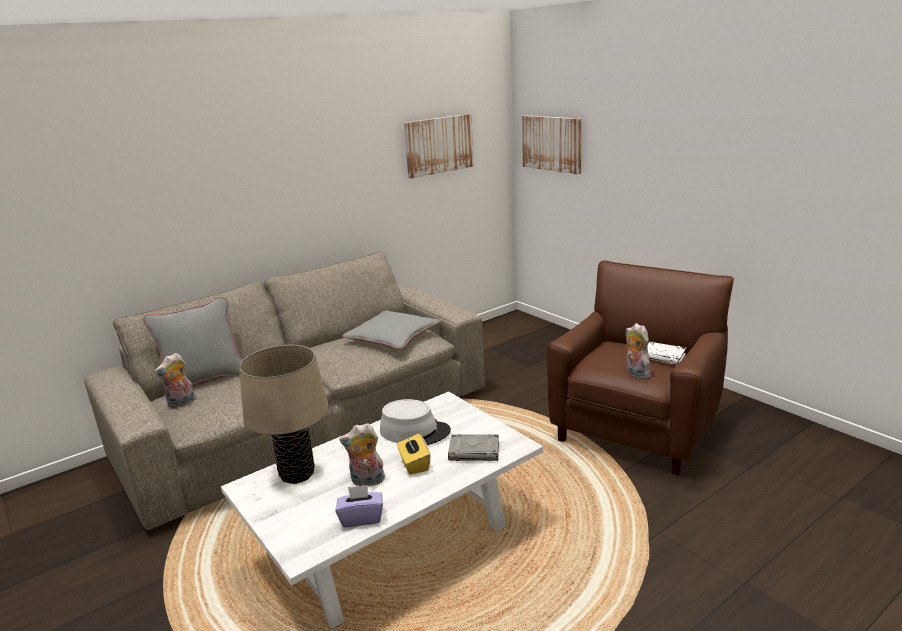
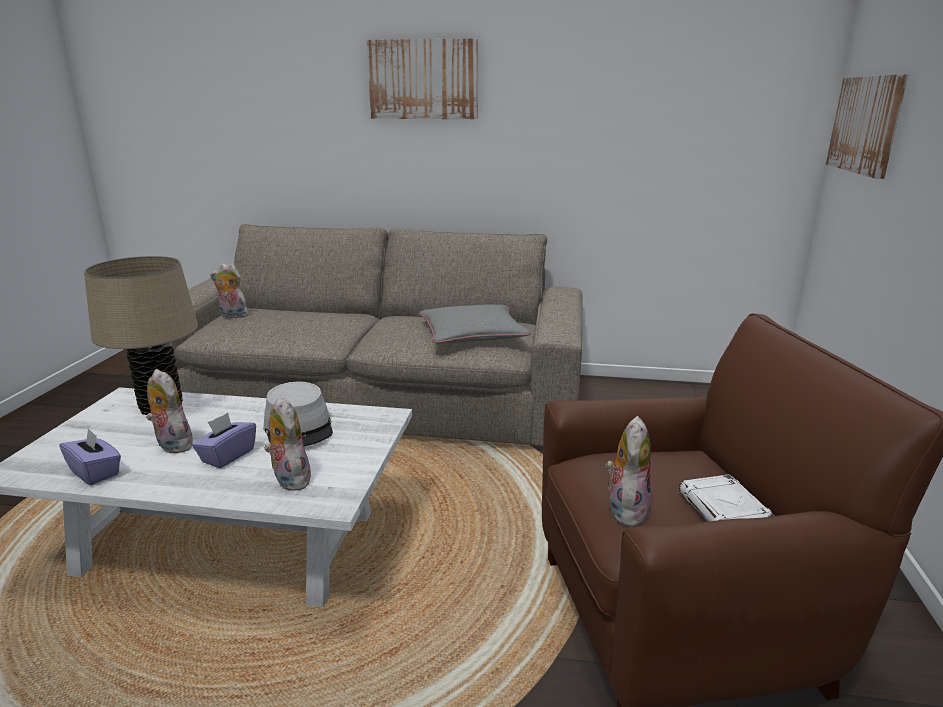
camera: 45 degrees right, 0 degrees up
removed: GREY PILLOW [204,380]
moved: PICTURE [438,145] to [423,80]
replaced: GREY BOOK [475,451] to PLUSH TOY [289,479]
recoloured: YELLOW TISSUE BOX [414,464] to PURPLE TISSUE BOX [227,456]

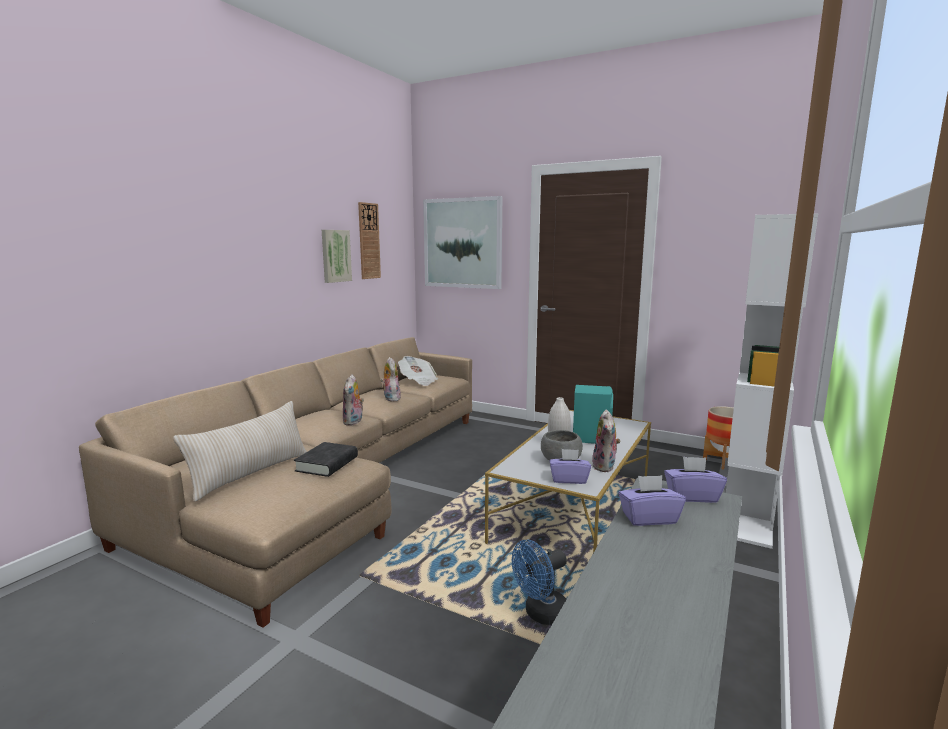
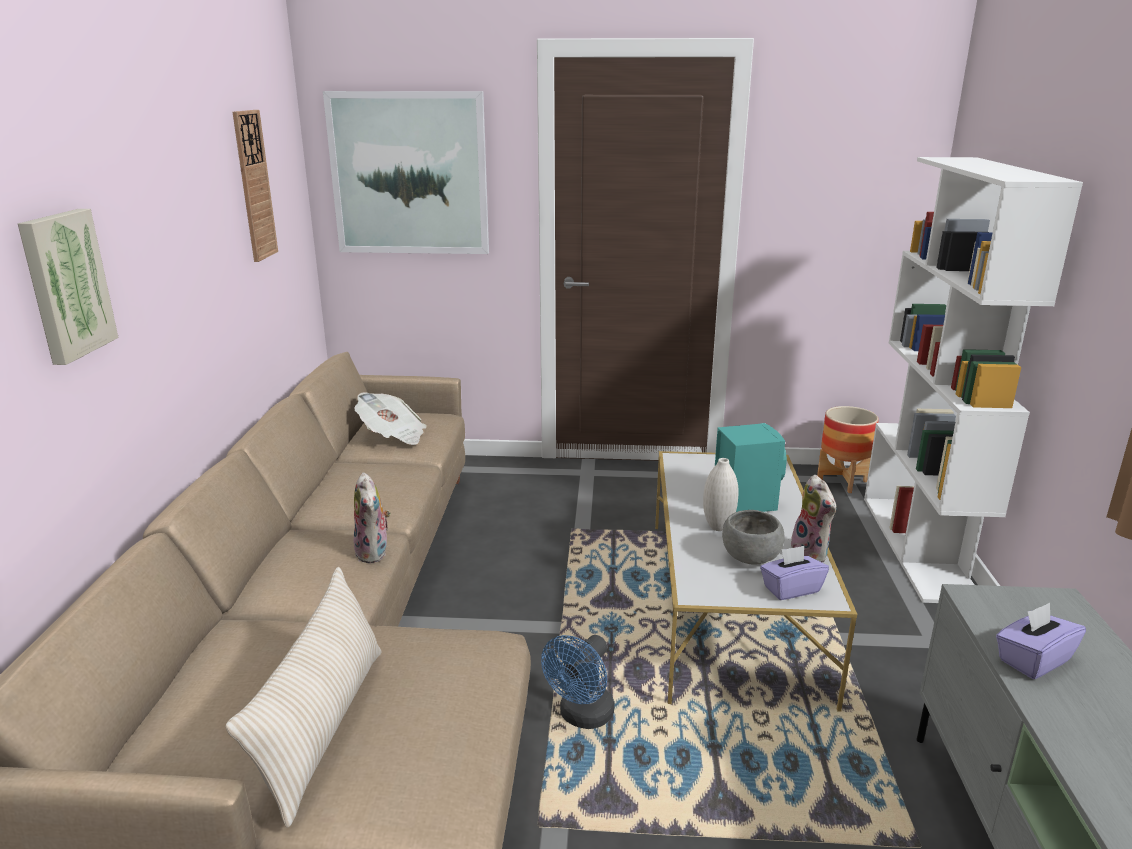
camera: 25 degrees left, 10 degrees up
removed: BLACK BOOK [327,464]; PLUSH TOY [390,398]; PURPLE TISSUE BOX [692,496]
moved: PICTURE [335,256] to [65,285]; BLUE FAN [541,614] to [582,717]

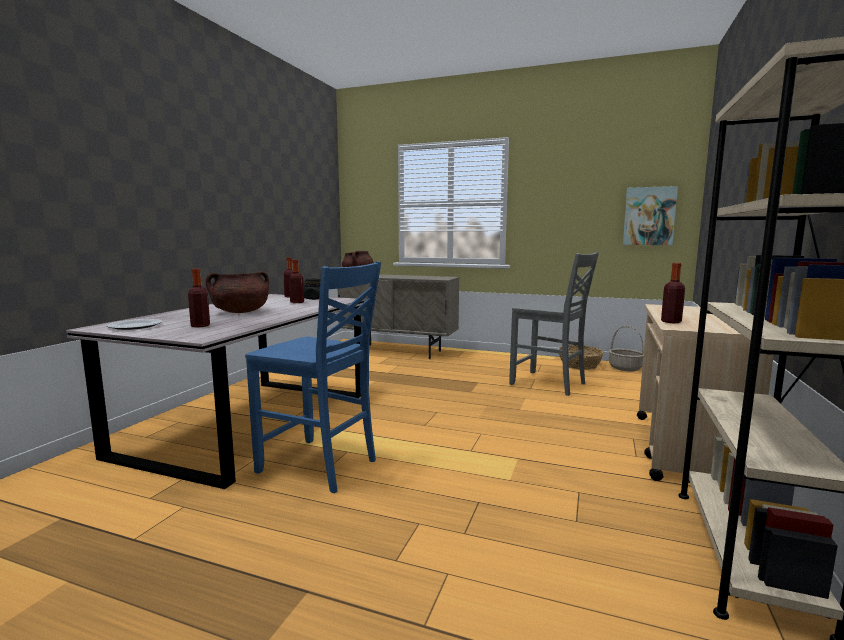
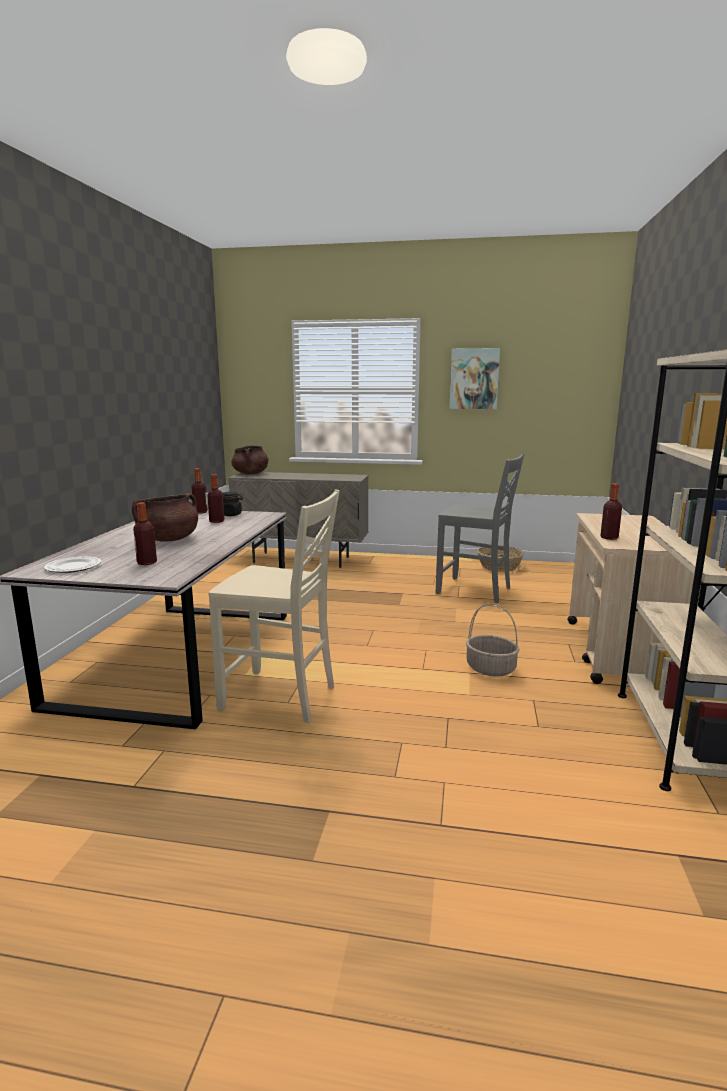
camera: 10 degrees left, 5 degrees up
moved: BASKET [625,368] to [491,668]; PICTURE [649,216] to [474,379]
recoloured: BLUE CHAIR [320,466] to BEIGE CHAIR [281,697]

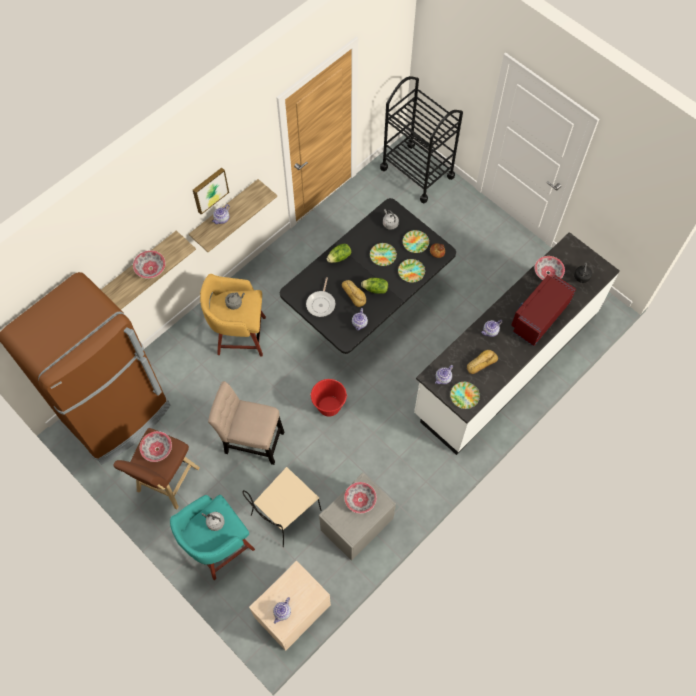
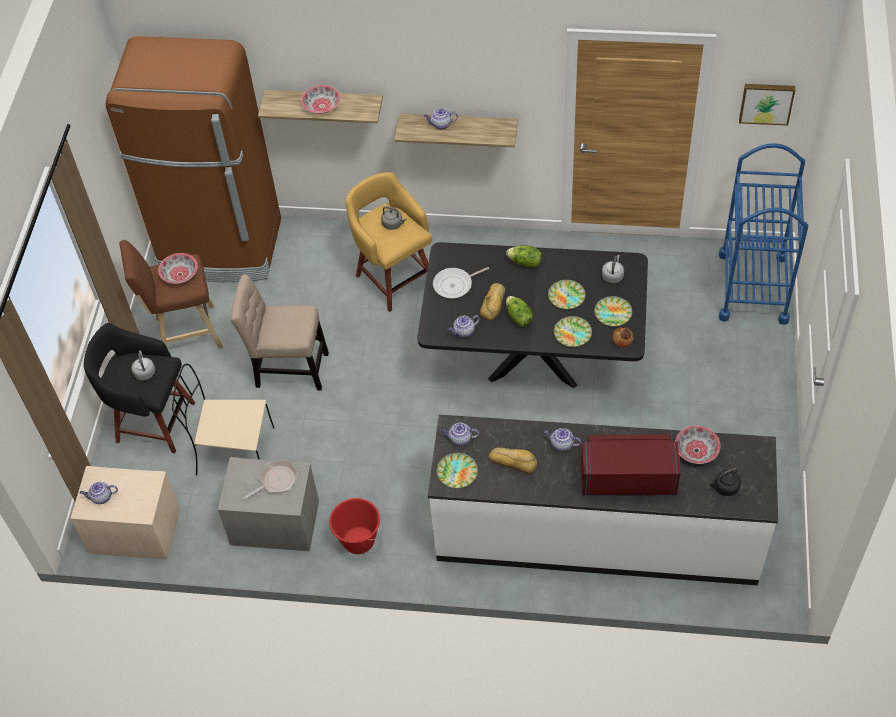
camera: 55 degrees right, 10 degrees down
moved: PICTURE [209,189] to [766,102]; RED BUCKET [329,406] to [358,540]
replaced: BOWL [360,500] to FRYING PAN [276,481]
recoloured: TURQUOISE STOOL [218,546] to BLACK STOOL [153,421]; BLACK CART [417,172] to BLUE CART [753,287]
turned: BEIGE CHAIR [251,441] = [288,368] 60 degrees counterclockwise

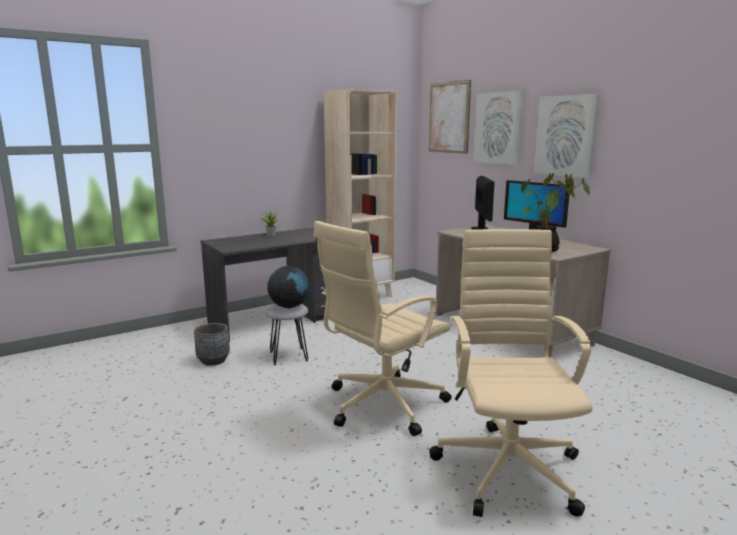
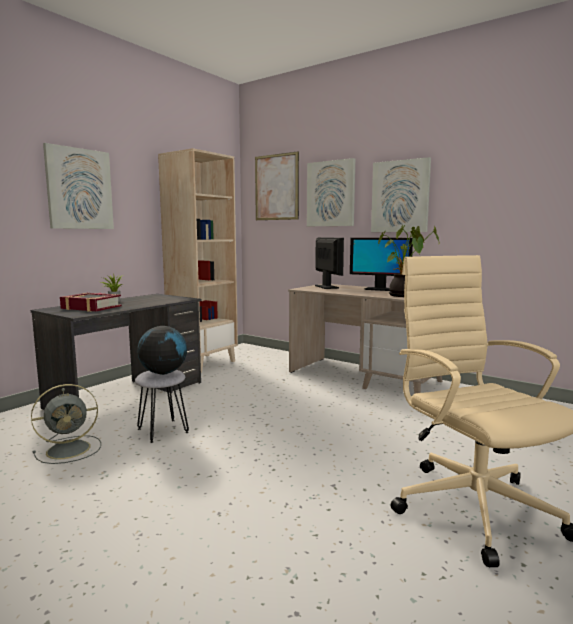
camera: 20 degrees left, 5 degrees down
removed: BEIGE OFFICE CHAIR [382,405]
added: PICTURE [79,189]; BOOK [91,307]
replaced: GREY PLANTER [213,360] to GREY FAN [70,449]

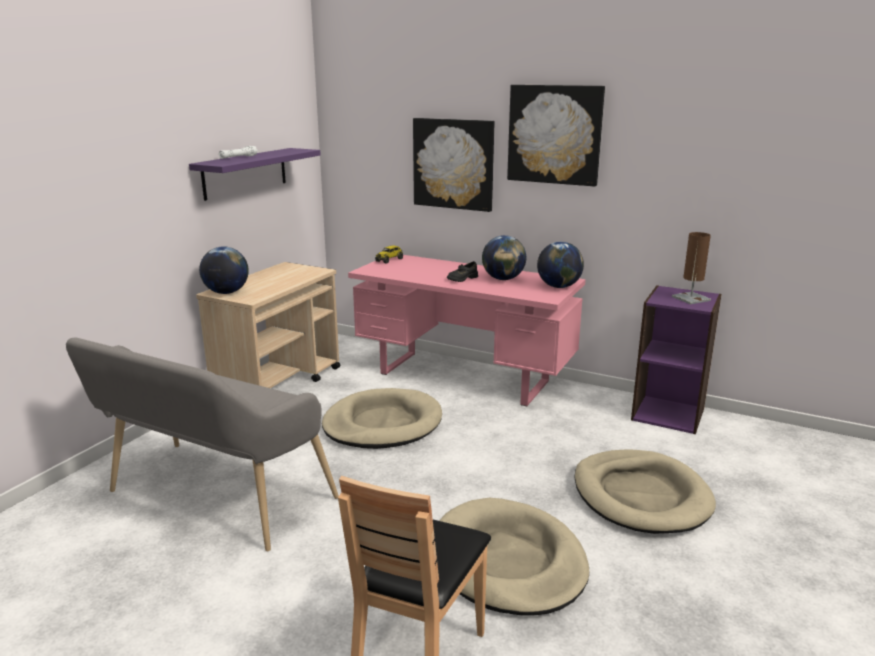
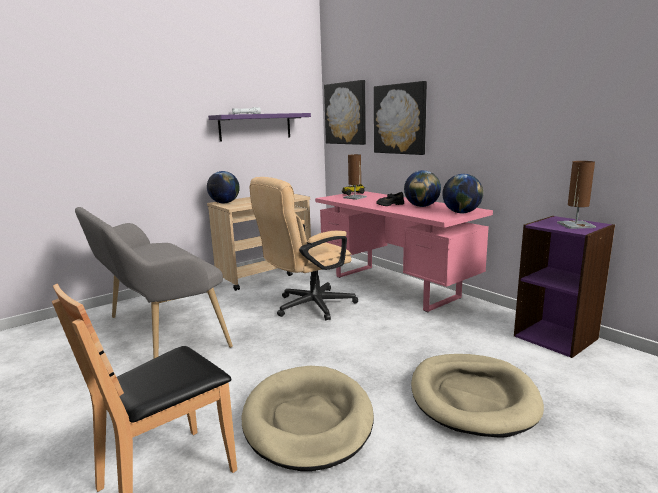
camera: 25 degrees right, 5 degrees down
added: BROWN TABLE LAMP [355,197]
moved: PICTURE [554,134] to [345,113]
replaced: BEIGE DOG BED [382,424] to BEIGE OFFICE CHAIR [307,307]

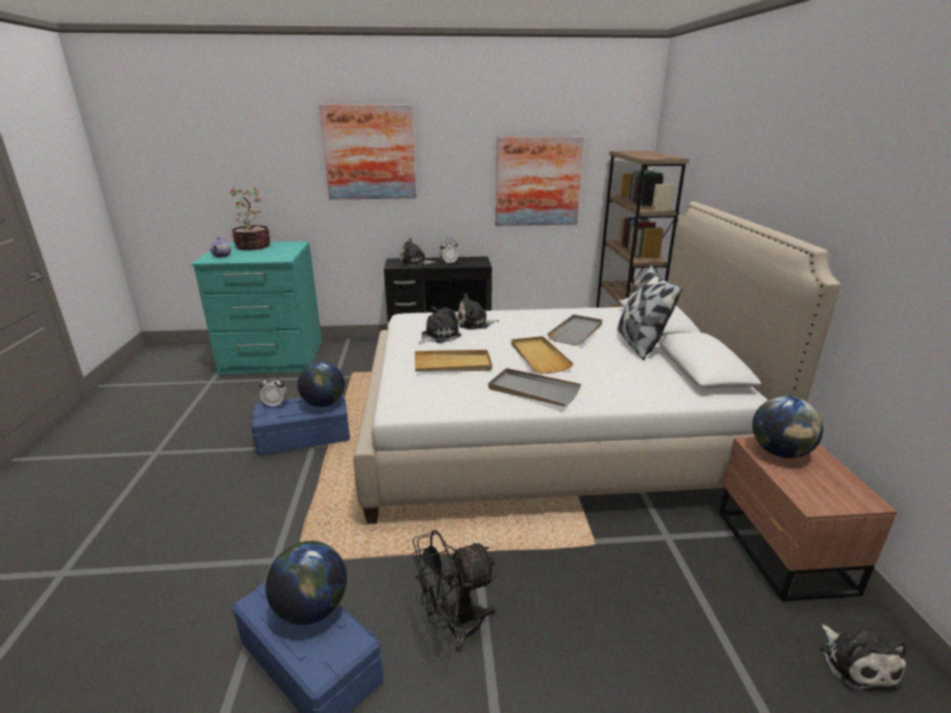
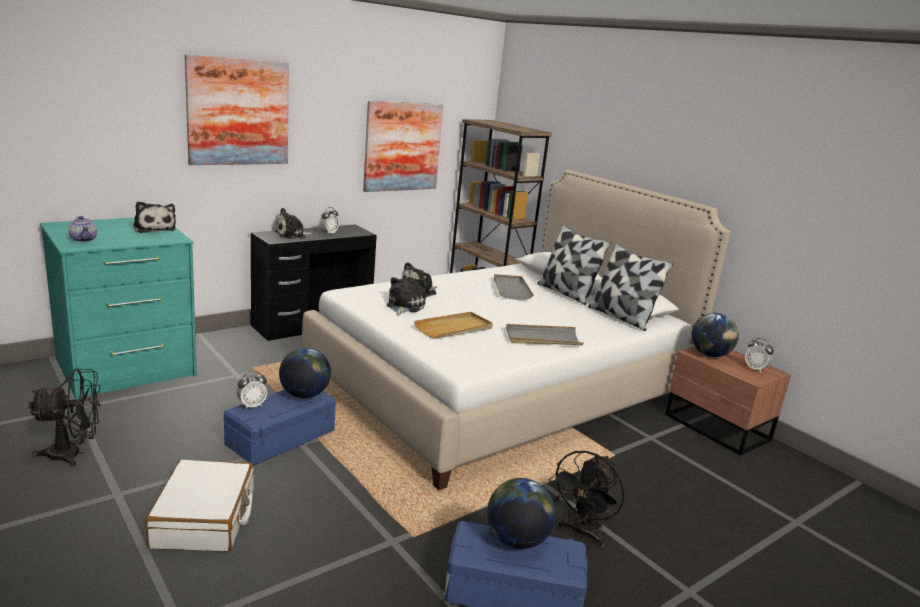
camera: 35 degrees left, 5 degrees down
removed: POTTED PLANT [253,247]; BEIGE TRAY [539,357]
added: BLACK FAN [73,453]; WHITE SUITCASE [205,519]; PILLOW [621,317]; ALARM CLOCK [755,369]
moved: PLUSH TOY [856,663] to [154,228]

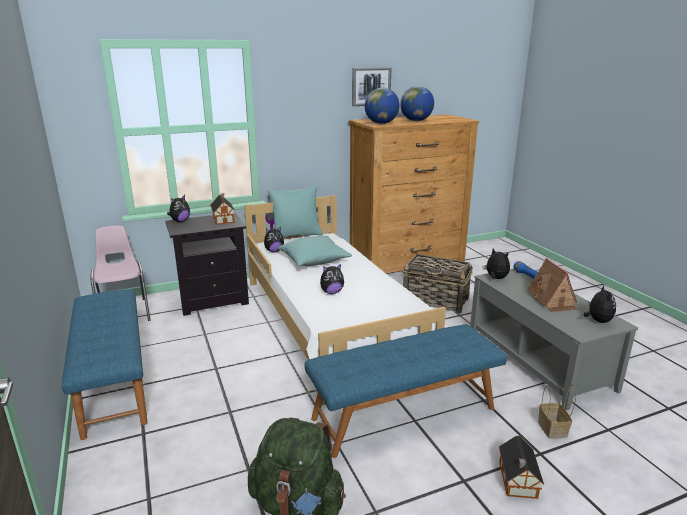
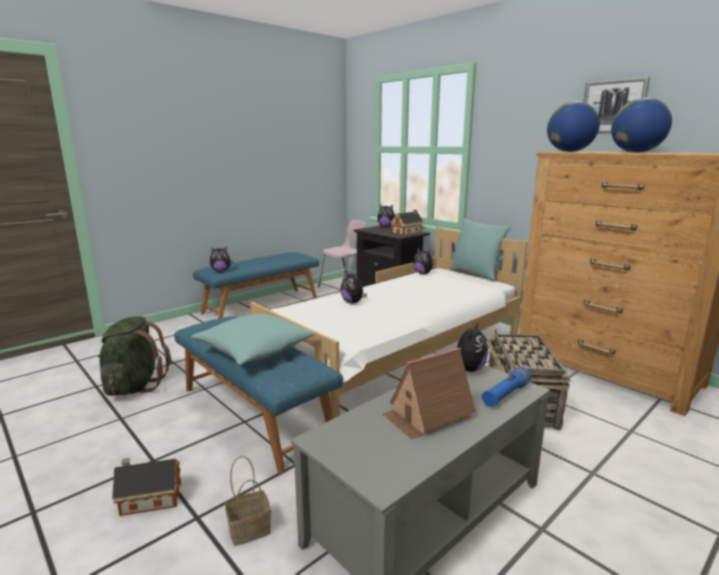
camera: 70 degrees right, 5 degrees down
moved: TURQUOISE PILLOW [314,260] to [255,351]; PLUSH TOY [597,321] to [221,271]

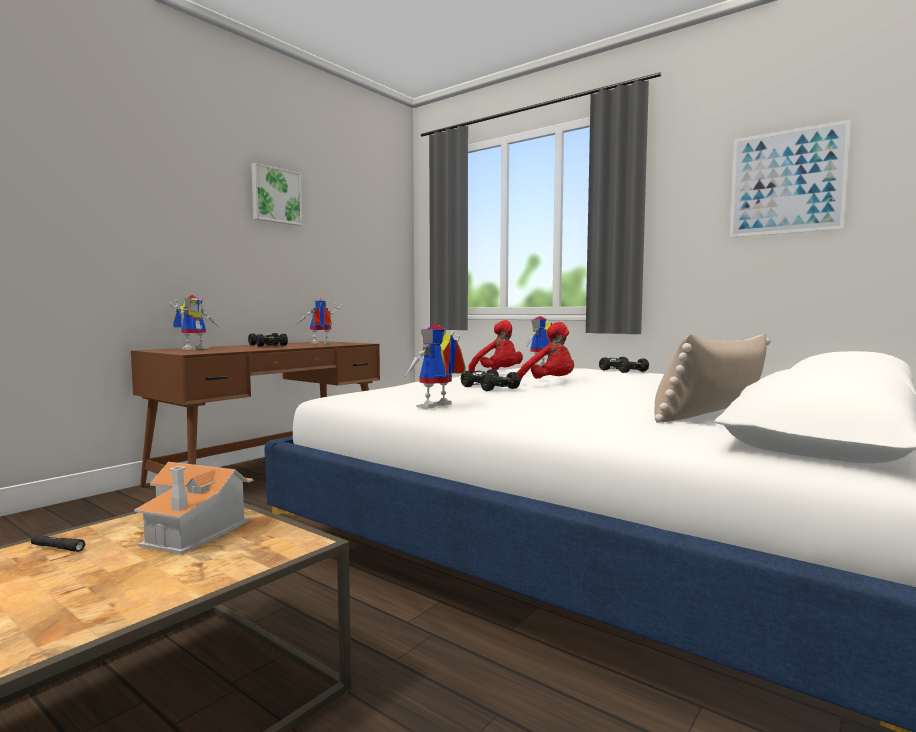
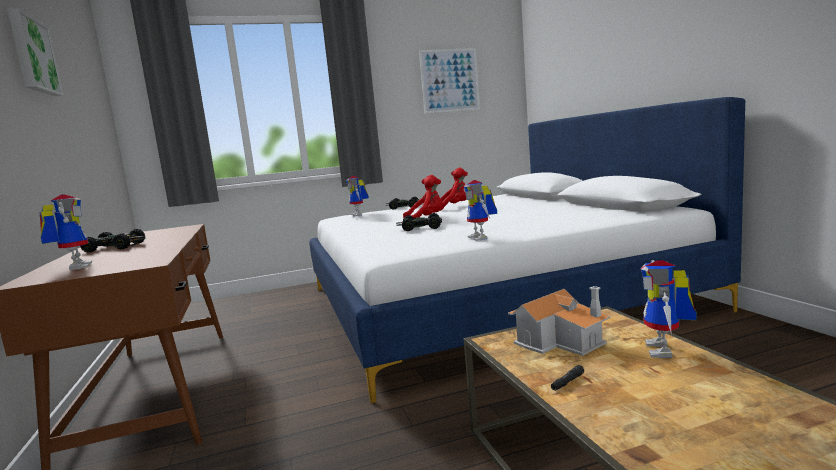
camera: 55 degrees left, 5 degrees up
removed: BEIGE PILLOW [710,413]
moved: TOY ROBOT [319,343] to [666,351]; RED PLUSH TOY [498,374] to [455,207]

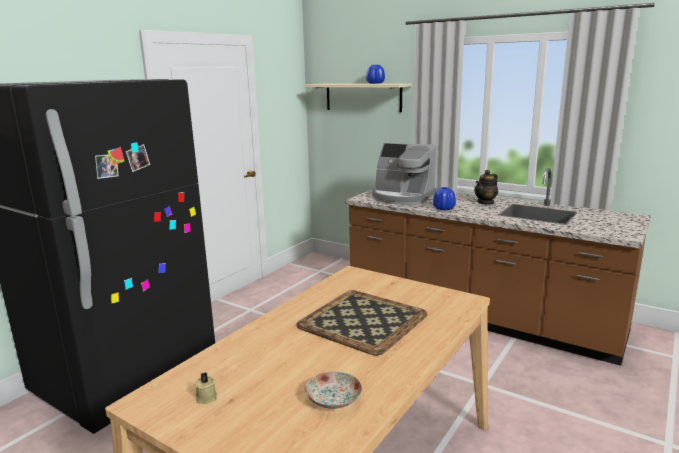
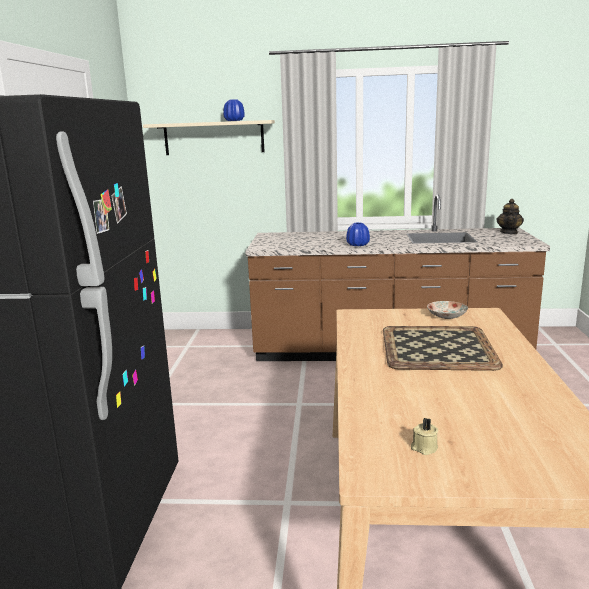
camera: 30 degrees left, 0 degrees up
removed: COFFEE MACHINE [402,197]
moved: PLATE [333,400] to [446,316]; TEAPOT [485,202] to [509,232]

